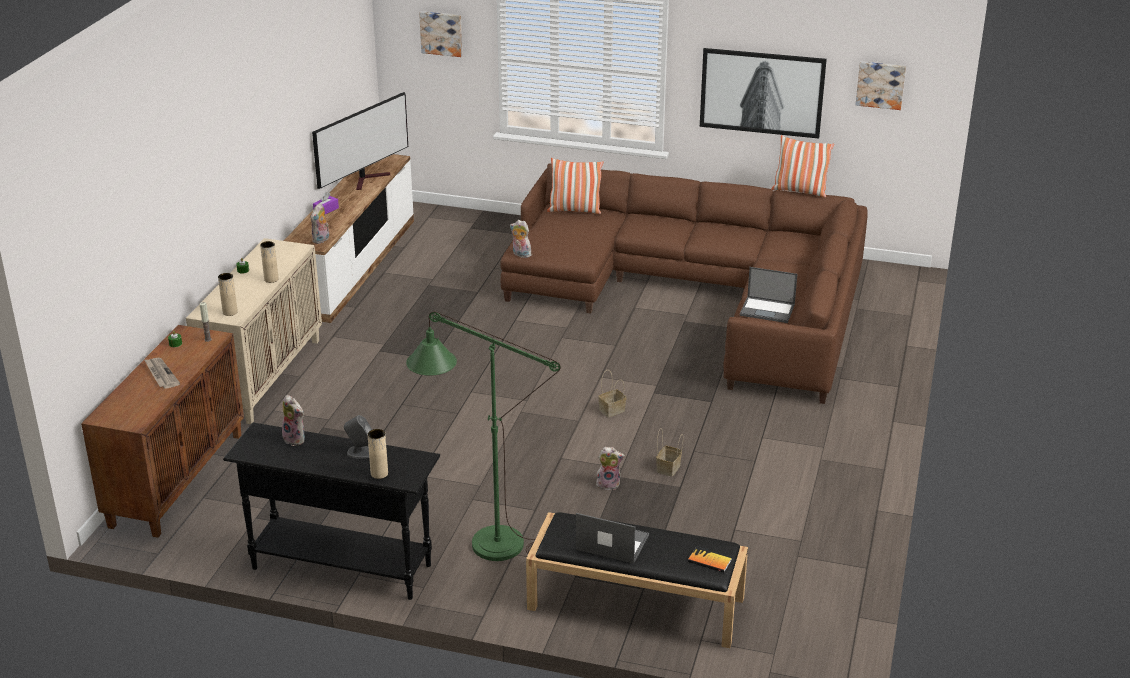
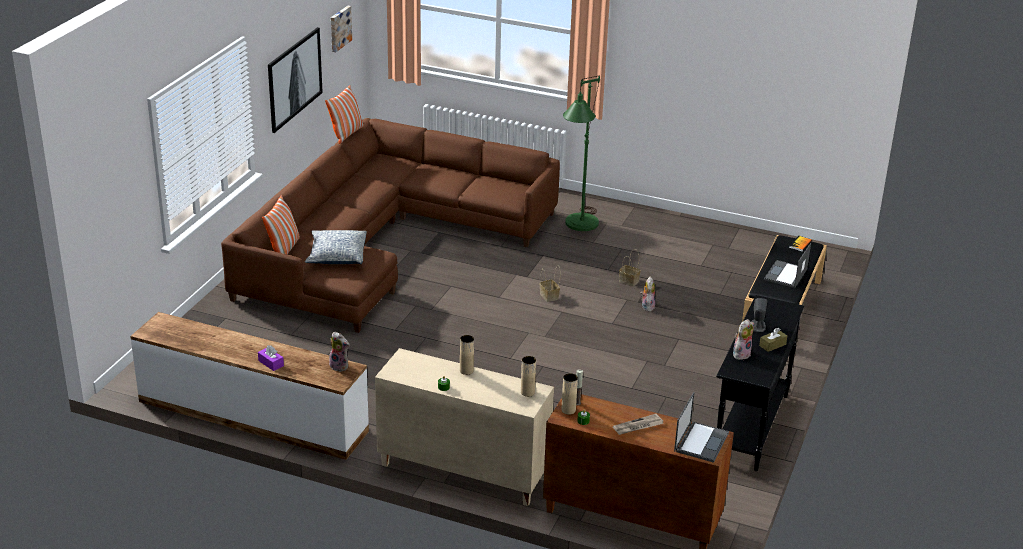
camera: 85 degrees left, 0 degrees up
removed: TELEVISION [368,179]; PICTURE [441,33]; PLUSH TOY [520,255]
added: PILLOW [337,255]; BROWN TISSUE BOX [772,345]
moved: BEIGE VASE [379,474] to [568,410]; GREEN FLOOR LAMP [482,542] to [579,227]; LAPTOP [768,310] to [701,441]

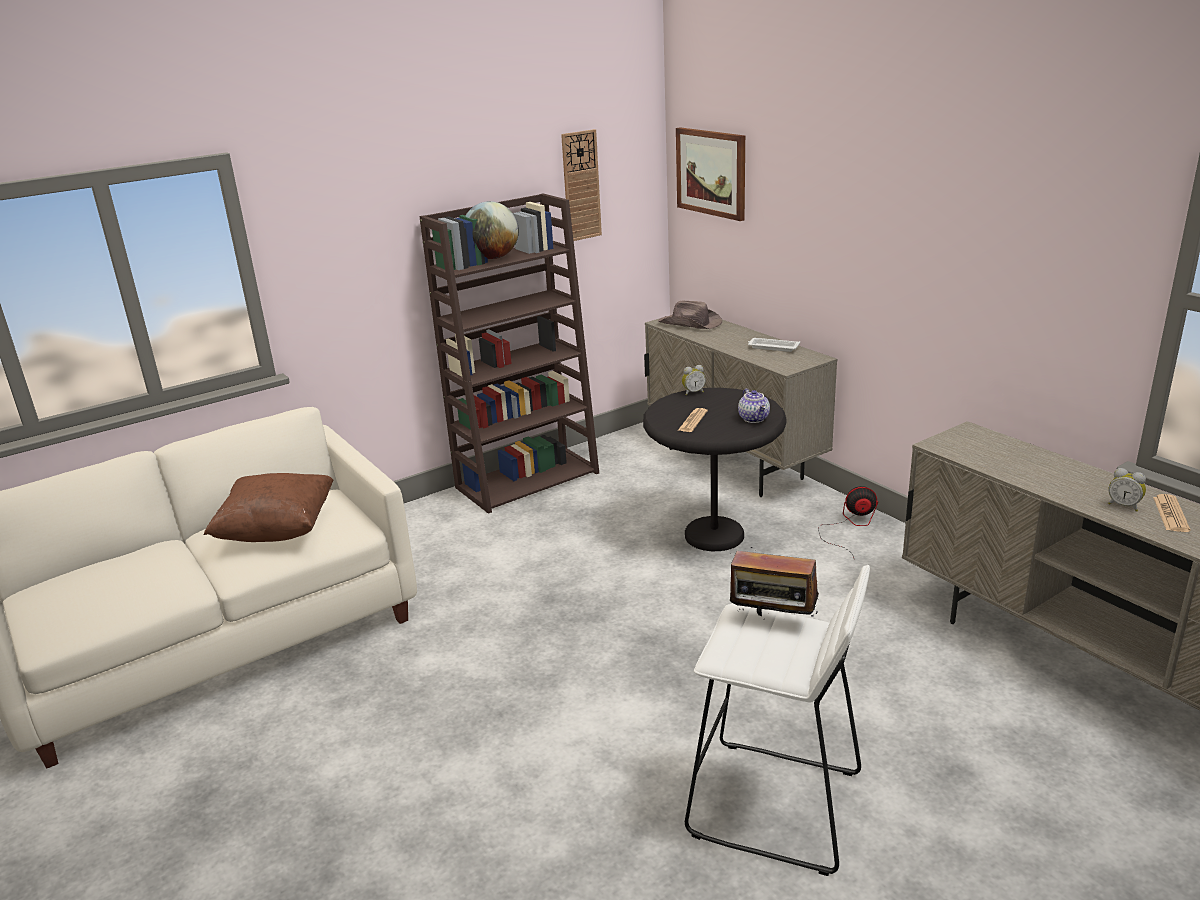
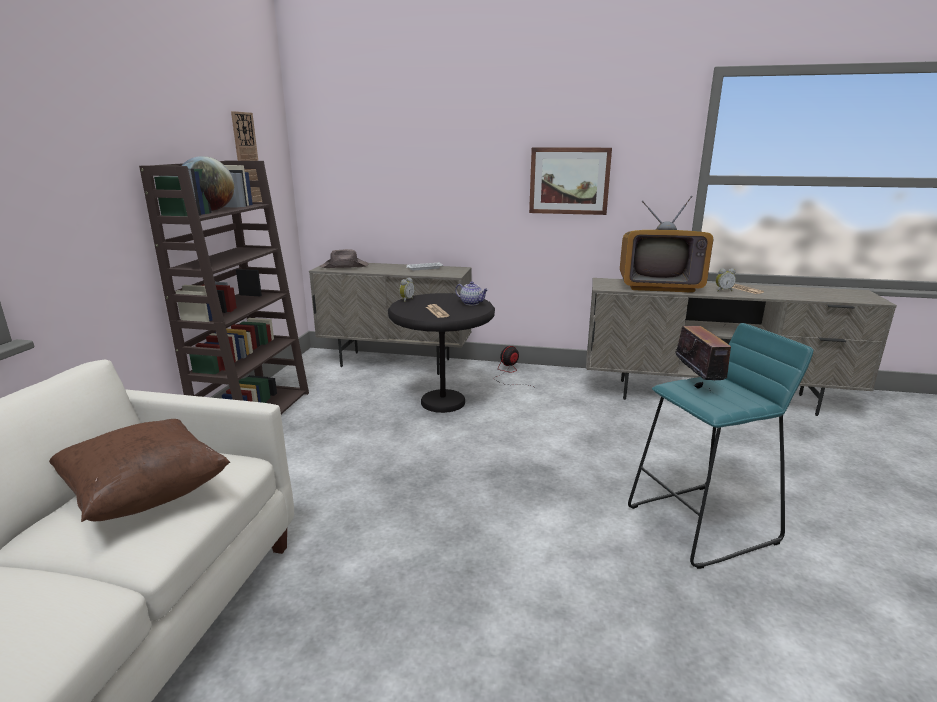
camera: 45 degrees left, 5 degrees down
added: TELEVISION [659,286]
moved: PICTURE [711,172] to [569,181]
recoloured: WHITE STOOL [776,806] to TURQUOISE STOOL [703,524]
turned: RADIO [773,621] = [698,383] 75 degrees counterclockwise

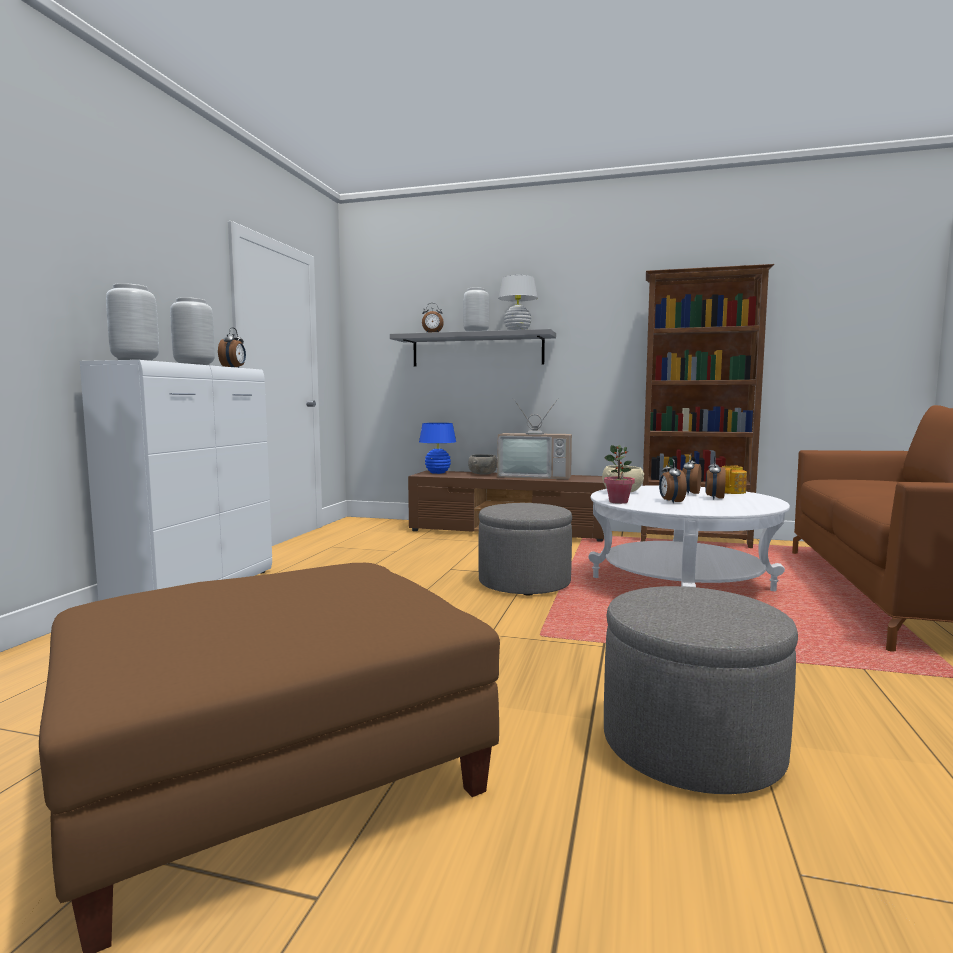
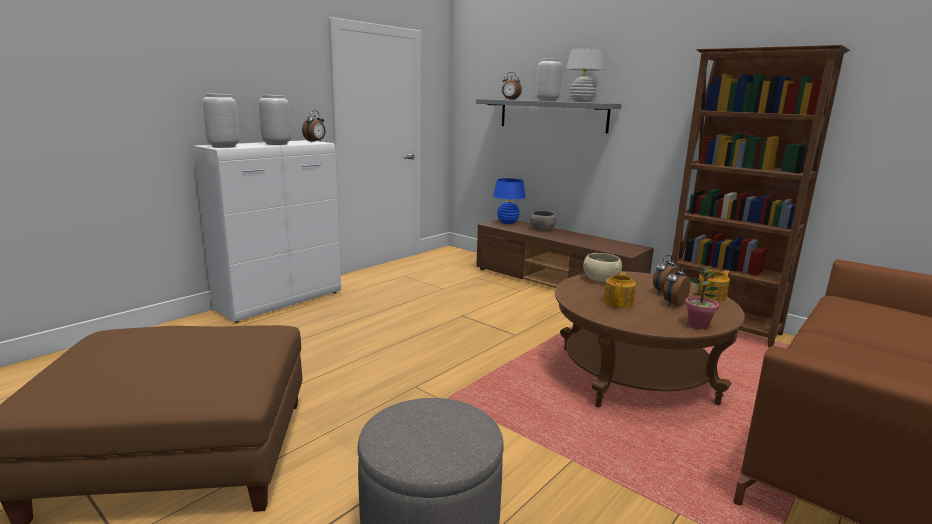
camera: 25 degrees right, 10 degrees up
removed: GREY OTTOMAN [524,583]; TELEVISION [535,476]
moved: POTTED PLANT [618,502] to [698,325]
replaced: ALARM CLOCK [671,502] to TEAPOT [618,302]
recoloured: WHITE COFFEE TABLE [681,584] to BROWN COFFEE TABLE [635,375]

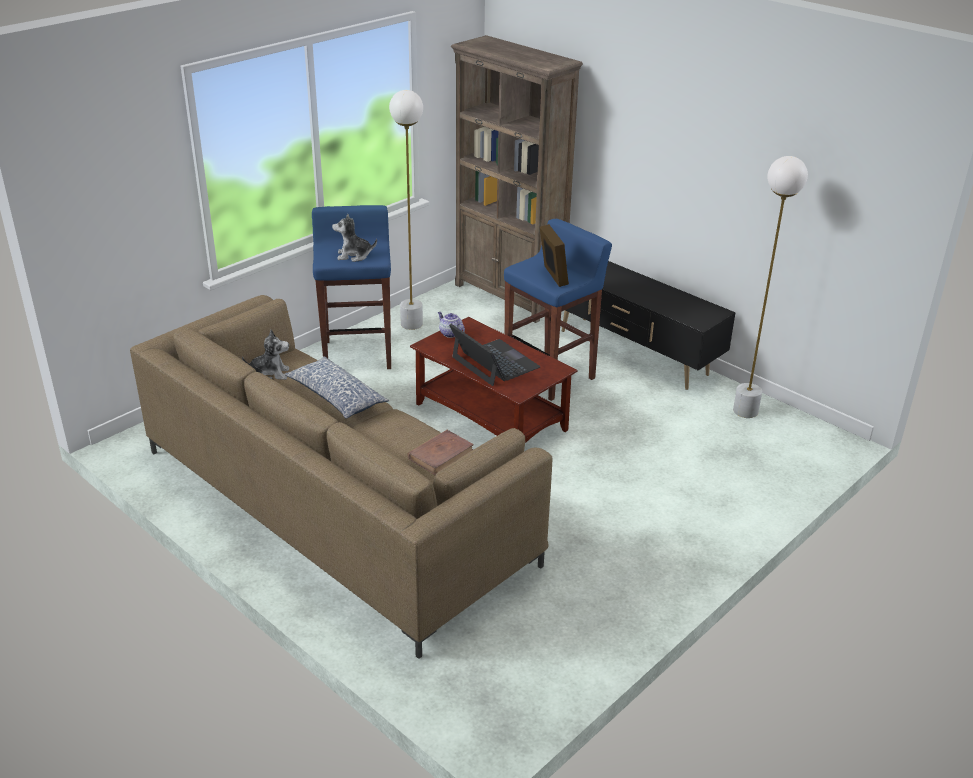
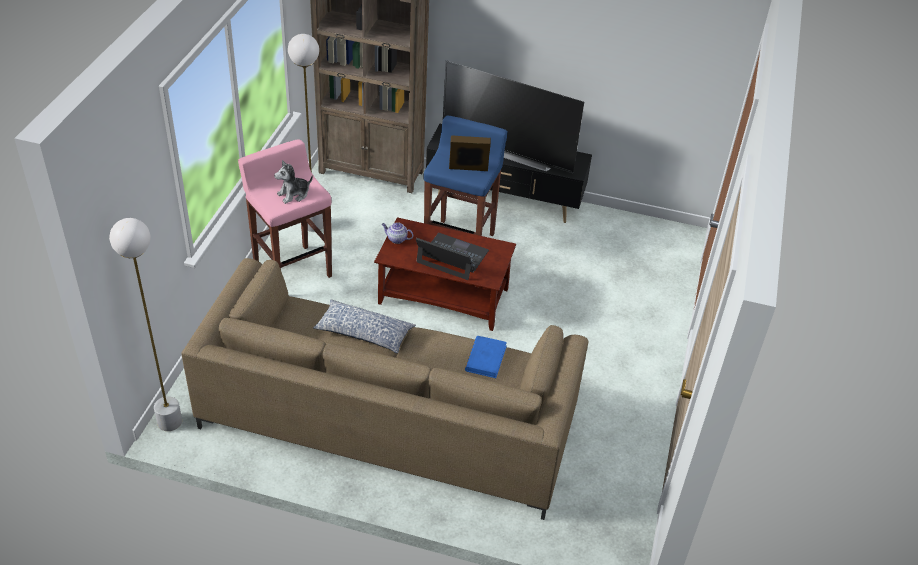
camera: 30 degrees left, 10 degrees up
removed: PLUSH TOY [270,374]
added: TELEVISION [508,151]
moved: WHITE FLOOR LAMP [745,411] to [169,422]
recoloured: BLUE STOOL [357,354] to PINK STOOL [292,270]; BROWN BOOK [441,455] to BLUE BOOK [486,358]
turned: PICTURE FRAME [552,276] = [468,169] 45 degrees counterclockwise

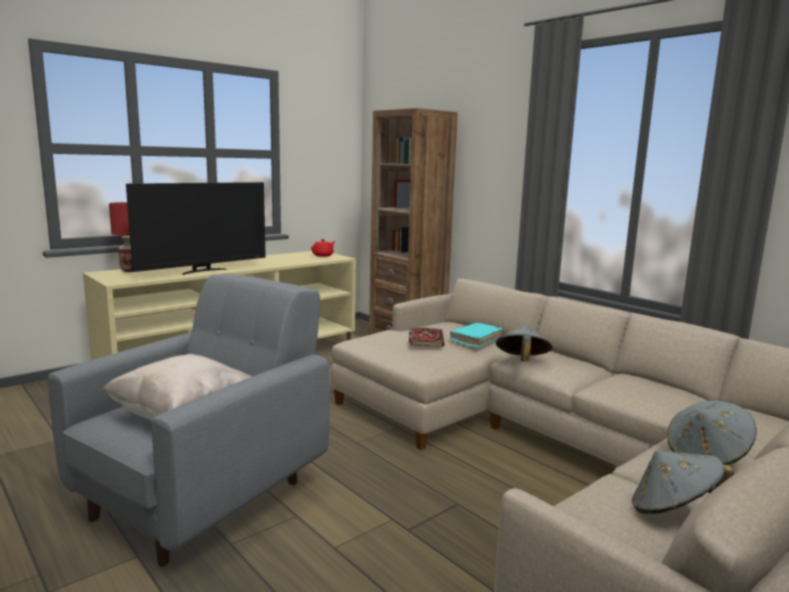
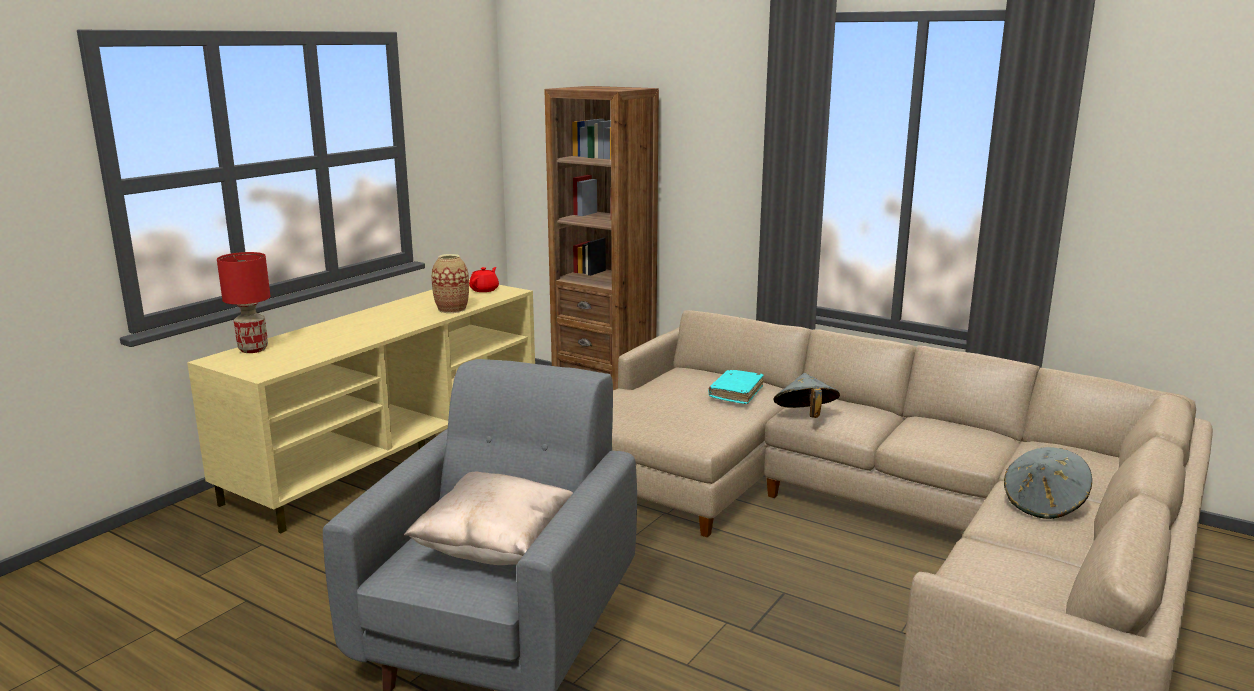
camera: 15 degrees left, 5 degrees up
removed: TELEVISION [203,271]; BOOK [425,339]; GREY HAT [673,511]
added: VASE [452,309]

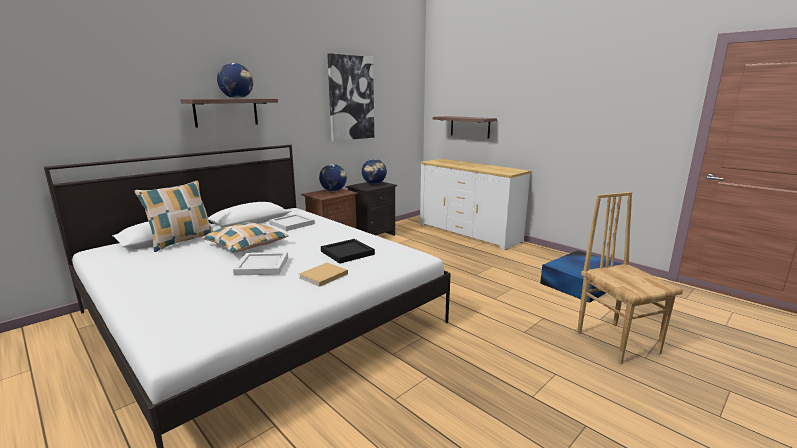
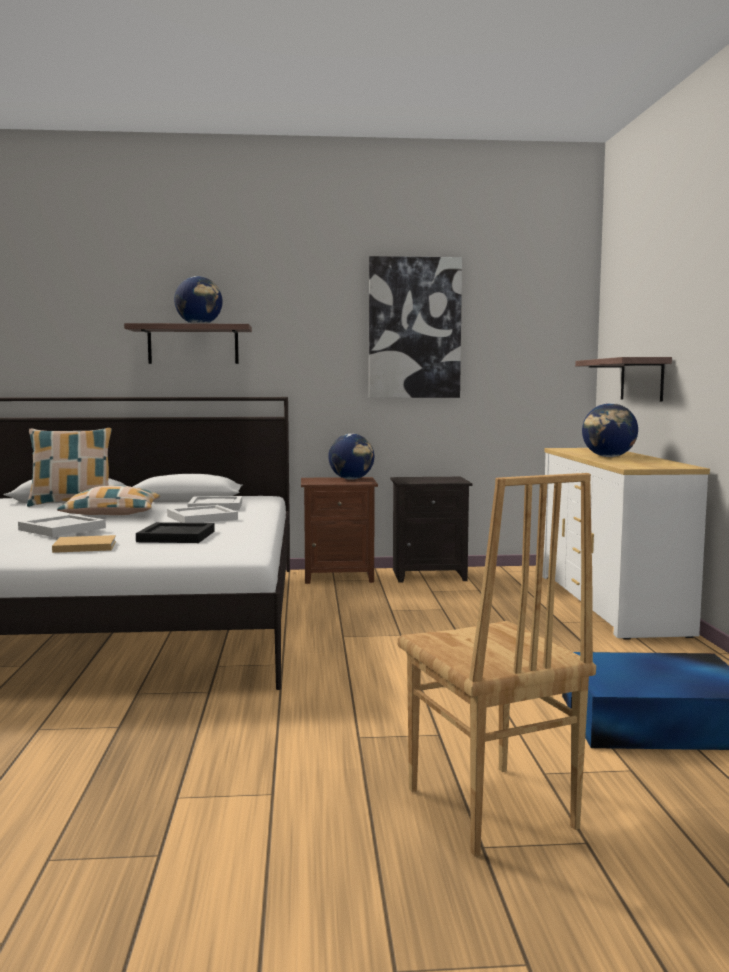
camera: 40 degrees right, 10 degrees down
added: WHITE TRAY [201,518]
moved: GLOBE [374,183] to [608,457]
turned: BROWN CHAIR [617,342] = [488,809] 135 degrees clockwise

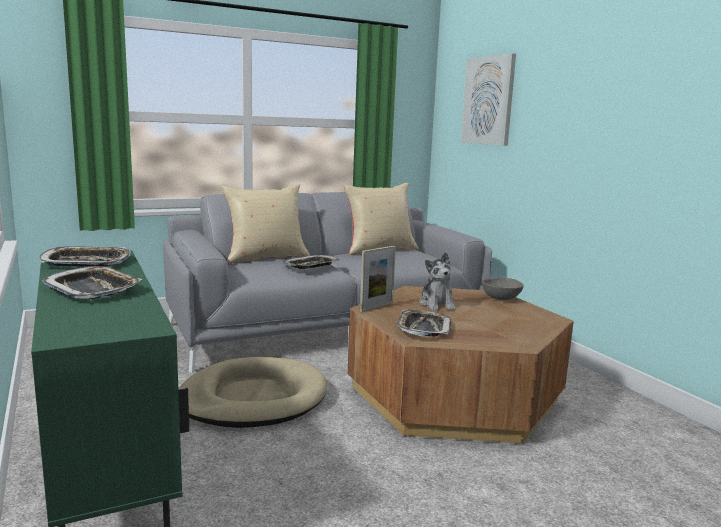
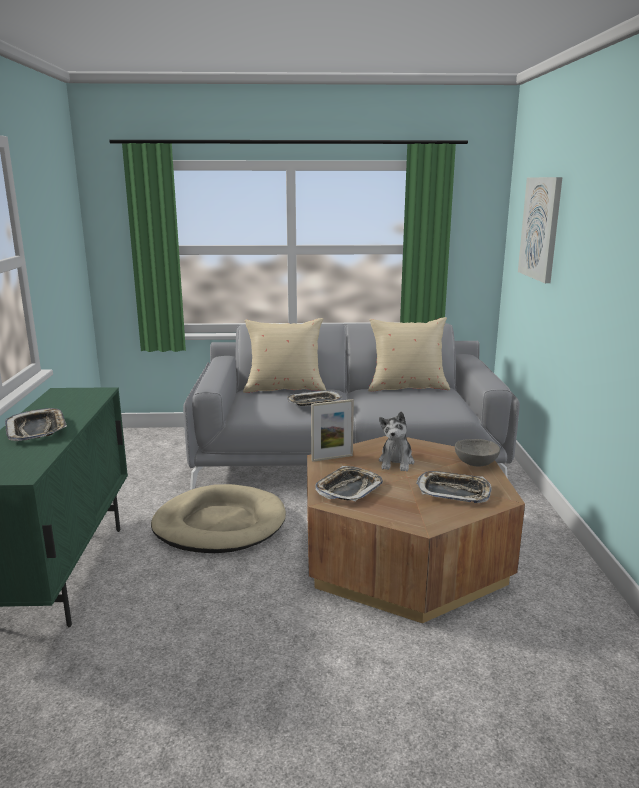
camera: 25 degrees right, 5 degrees up
moved: TRAY [86,262] to [453,492]

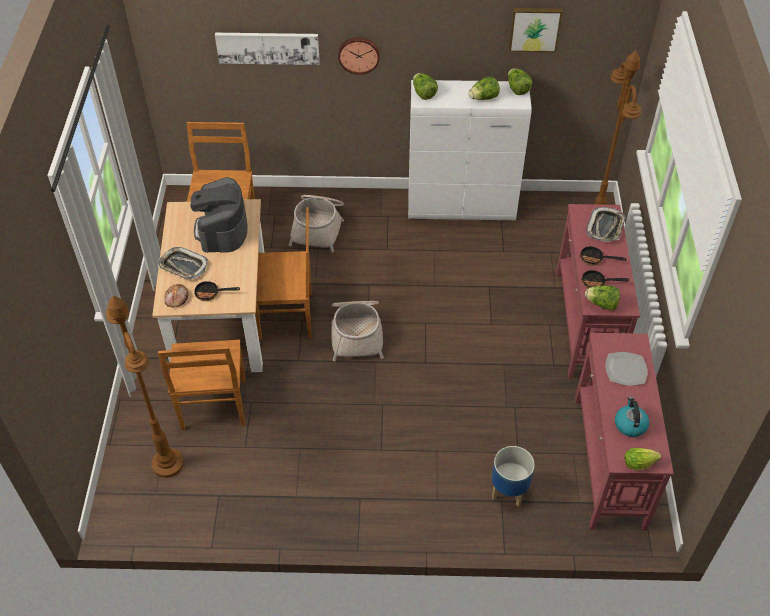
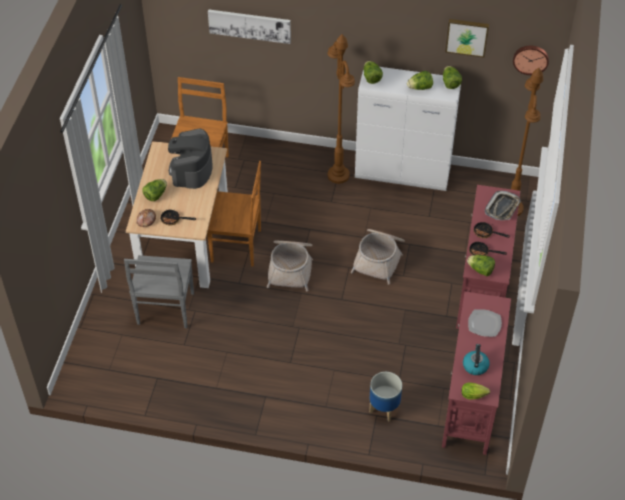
camera: 10 degrees right, 0 degrees up
moved: BROWN FLOOR LAMP [167,463] to [338,175]; BASKET [318,227] to [379,258]; WALL CLOCK [359,54] to [531,59]
replaced: TRAY [183,266] to LETTUCE [156,195]
recoloured: BROWN CHAIR [213,406] to GREY CHAIR [165,310]

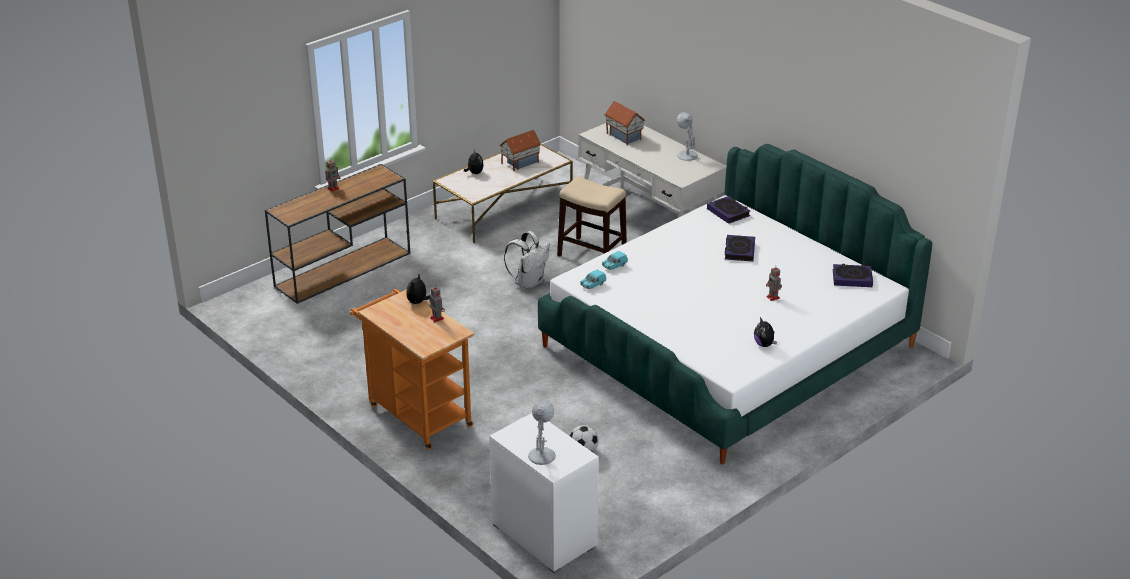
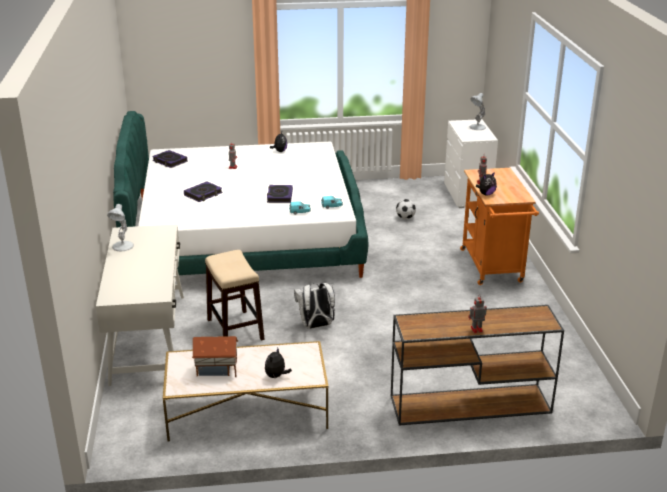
camera: 145 degrees left, 5 degrees down
removed: TOY HOUSE [624,136]
moved: BOOK [728,212] to [279,196]

